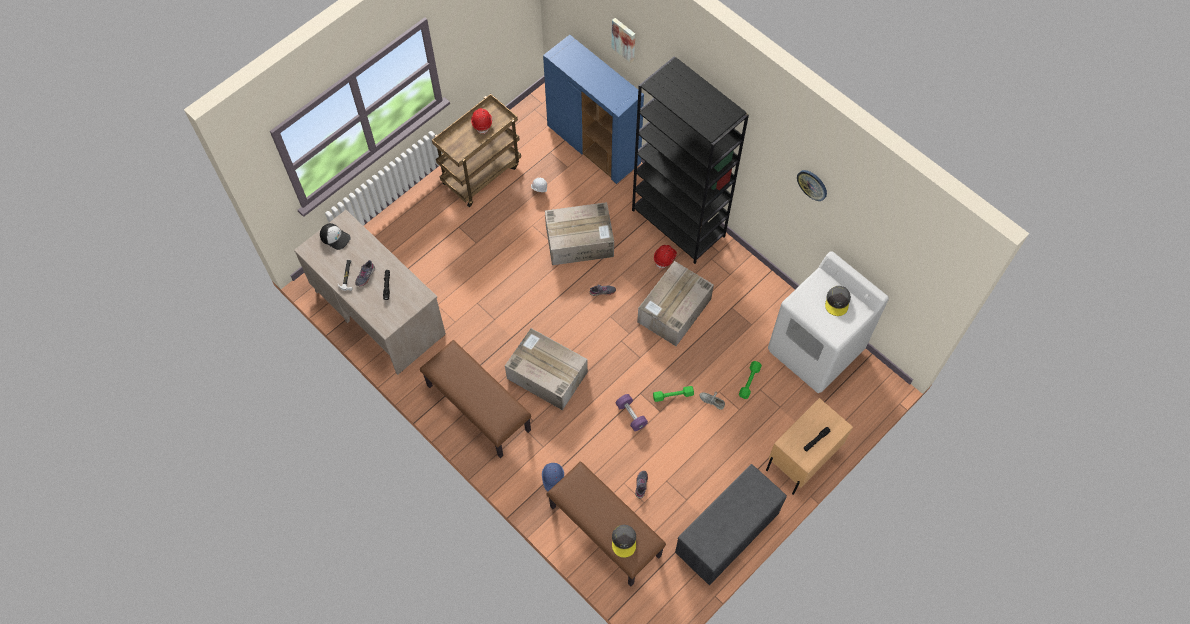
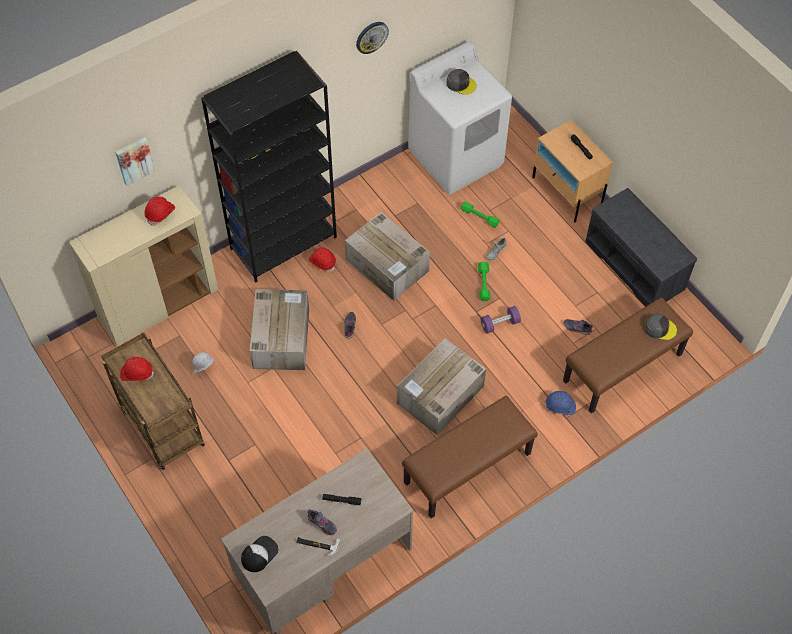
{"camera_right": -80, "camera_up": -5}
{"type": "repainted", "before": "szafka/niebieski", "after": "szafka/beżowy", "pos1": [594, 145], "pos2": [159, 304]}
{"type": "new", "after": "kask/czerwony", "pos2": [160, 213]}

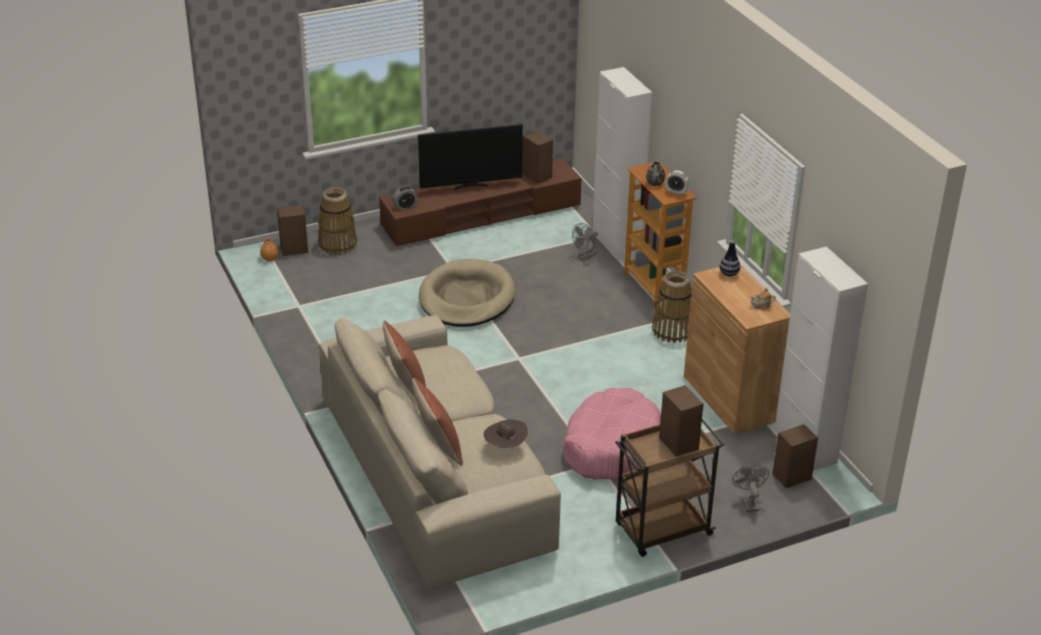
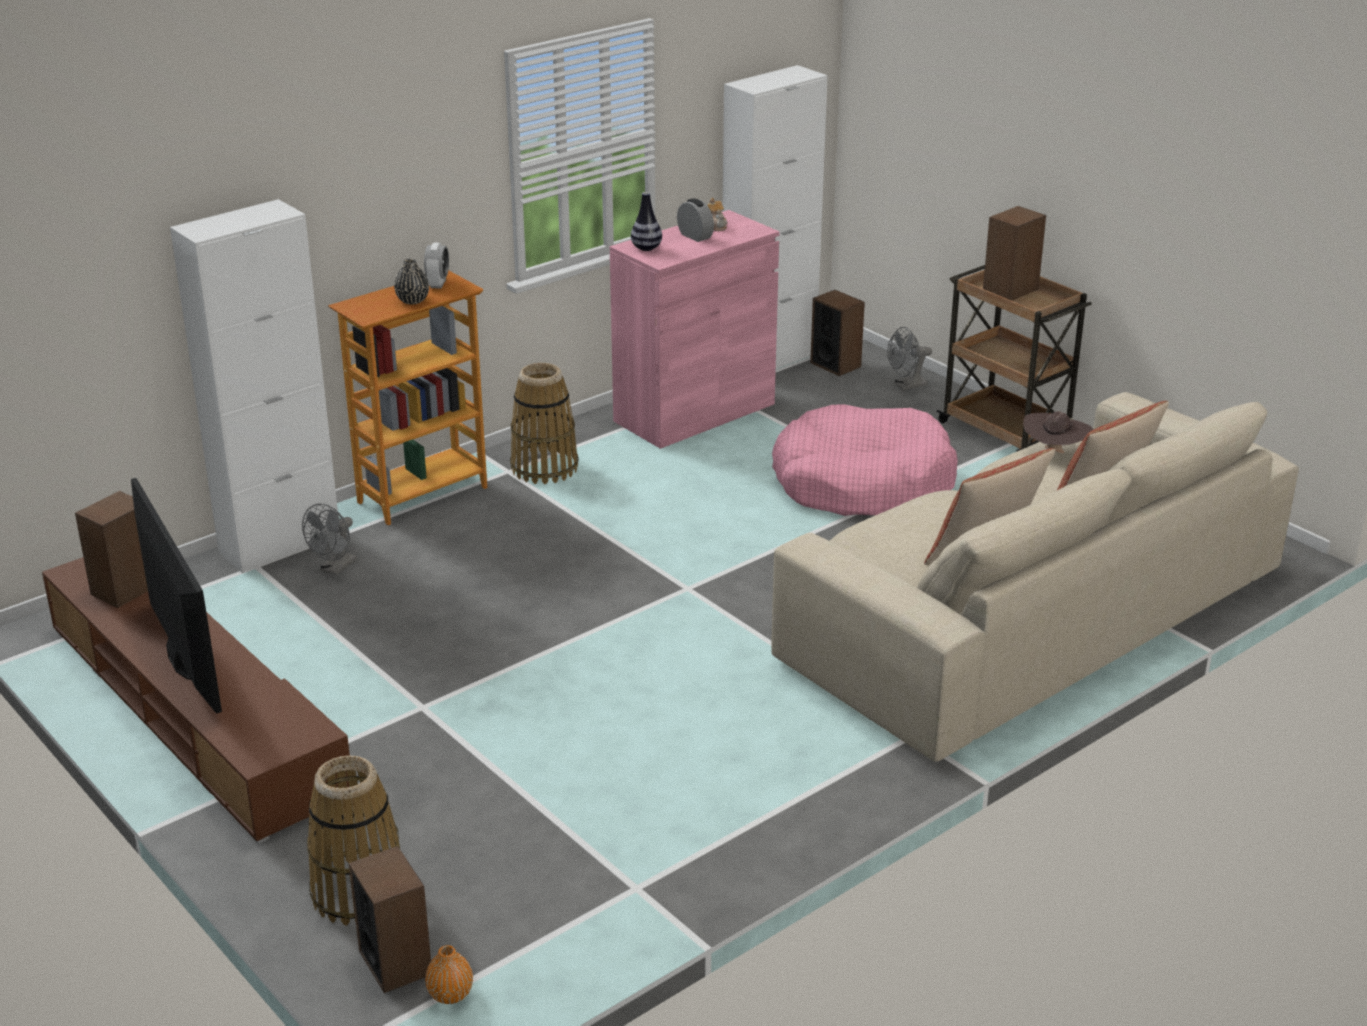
{"camera_right": -105, "camera_up": -5}
{"type": "shifted", "before": "budzik", "pos1": [405, 206], "pos2": [695, 236]}
{"type": "gone", "before": "legowisko/beżowy", "pos1": [466, 298]}
{"type": "rotated", "before": "wentylator/szary", "pos1": [585, 256], "pos2": [335, 568], "turn": 90}
{"type": "repainted", "before": "szafka/brązowy", "after": "szafka/różowy", "pos1": [730, 398], "pos2": [694, 412]}

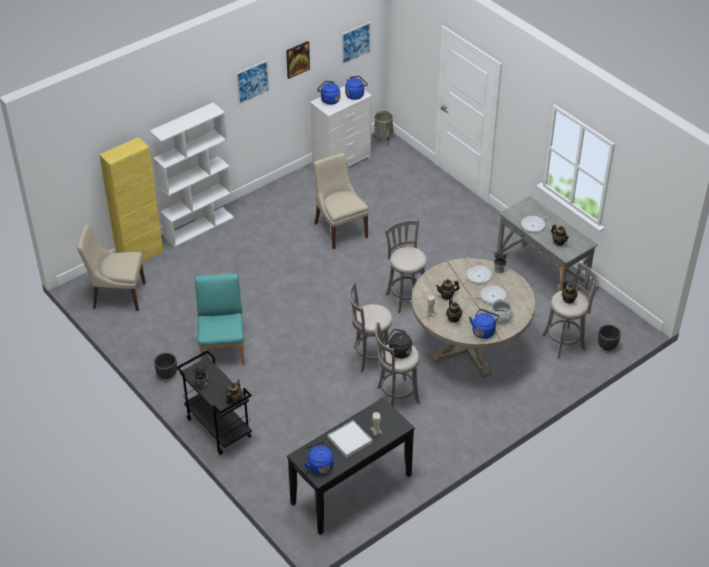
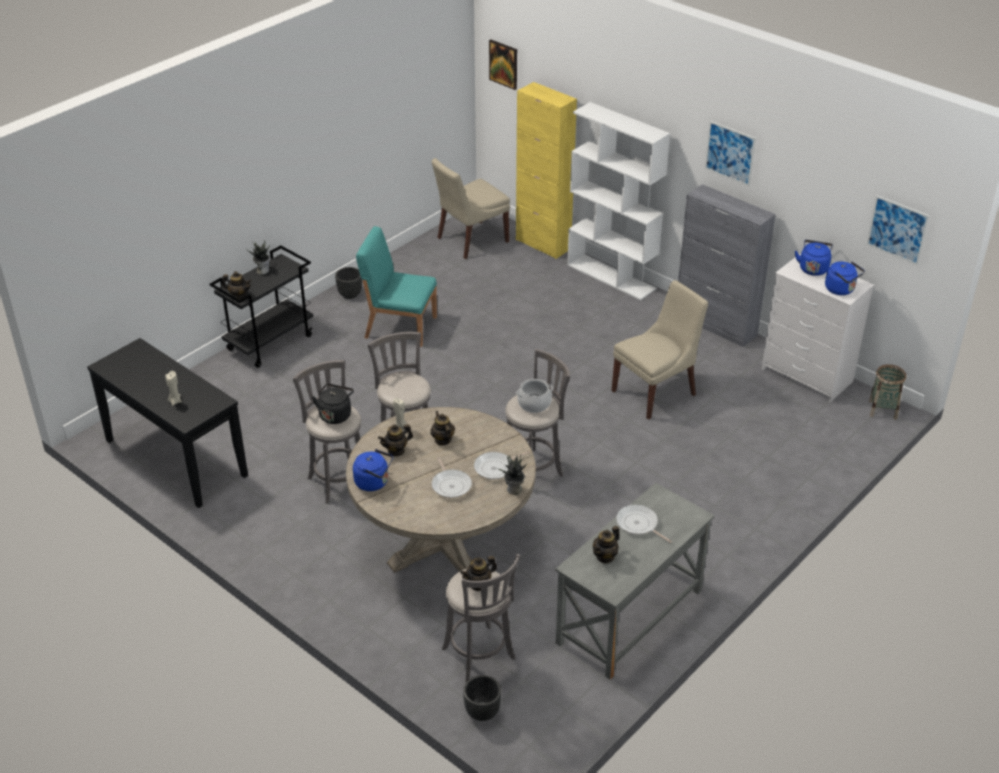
{"camera_right": 80, "camera_up": -5}
{"type": "rotated", "before": "krzesło/beżowy", "pos1": [117, 295], "pos2": [470, 241], "turn": -120}
{"type": "rotated", "before": "krzesło/turkusowy", "pos1": [223, 348], "pos2": [400, 327], "turn": -150}
{"type": "shifted", "before": "obraz", "pos1": [297, 59], "pos2": [503, 64]}
{"type": "gone", "before": "czajnik/niebieski", "pos1": [319, 465]}
{"type": "gone", "before": "taca/biały", "pos1": [349, 440]}
{"type": "shifted", "before": "garnek", "pos1": [500, 317], "pos2": [534, 404]}
{"type": "new", "after": "szafka/szary", "pos2": [716, 325]}

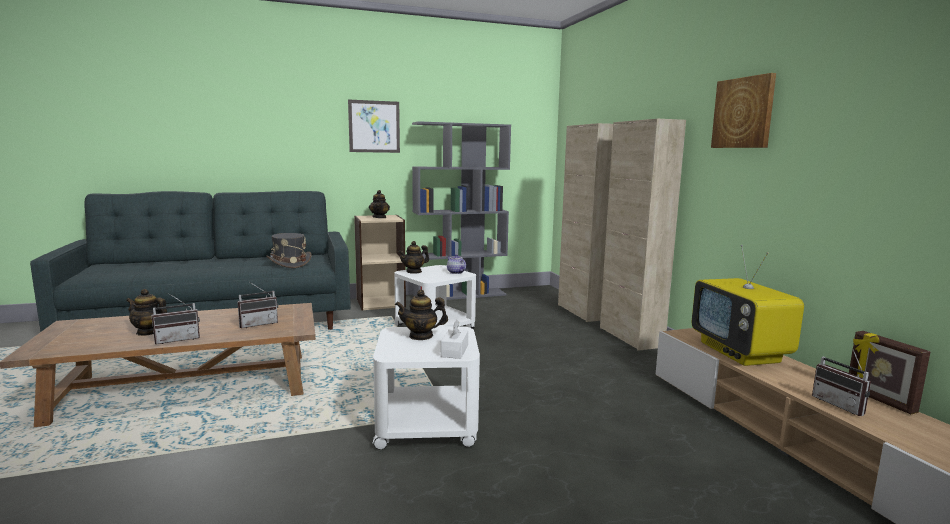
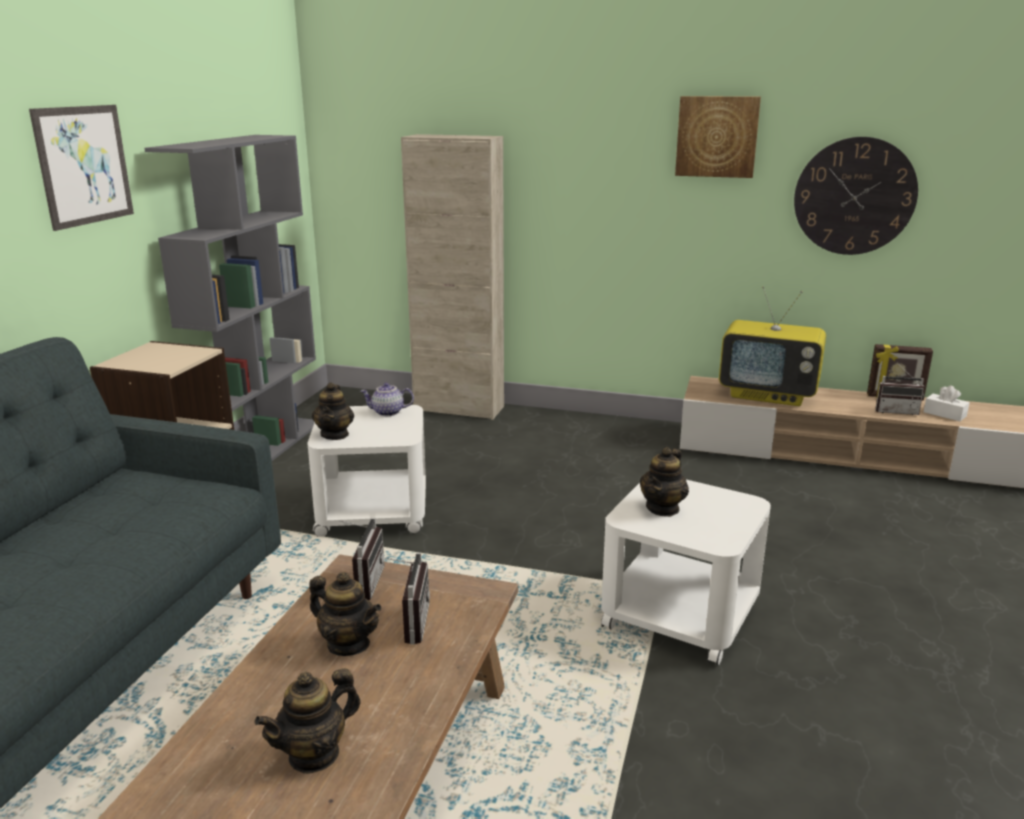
{"camera_right": -55, "camera_up": 10}
{"type": "shifted", "before": "radio", "pos1": [178, 339], "pos2": [362, 583]}
{"type": "gone", "before": "kapelusz/szary", "pos1": [289, 263]}
{"type": "shifted", "before": "imbryk", "pos1": [379, 217], "pos2": [348, 644]}
{"type": "shifted", "before": "pudełko chusteczek/biały", "pos1": [454, 351], "pos2": [944, 414]}
{"type": "gone", "before": "szafka/beżowy", "pos1": [630, 337]}
{"type": "new", "after": "zegar ścienny", "pos2": [854, 196]}

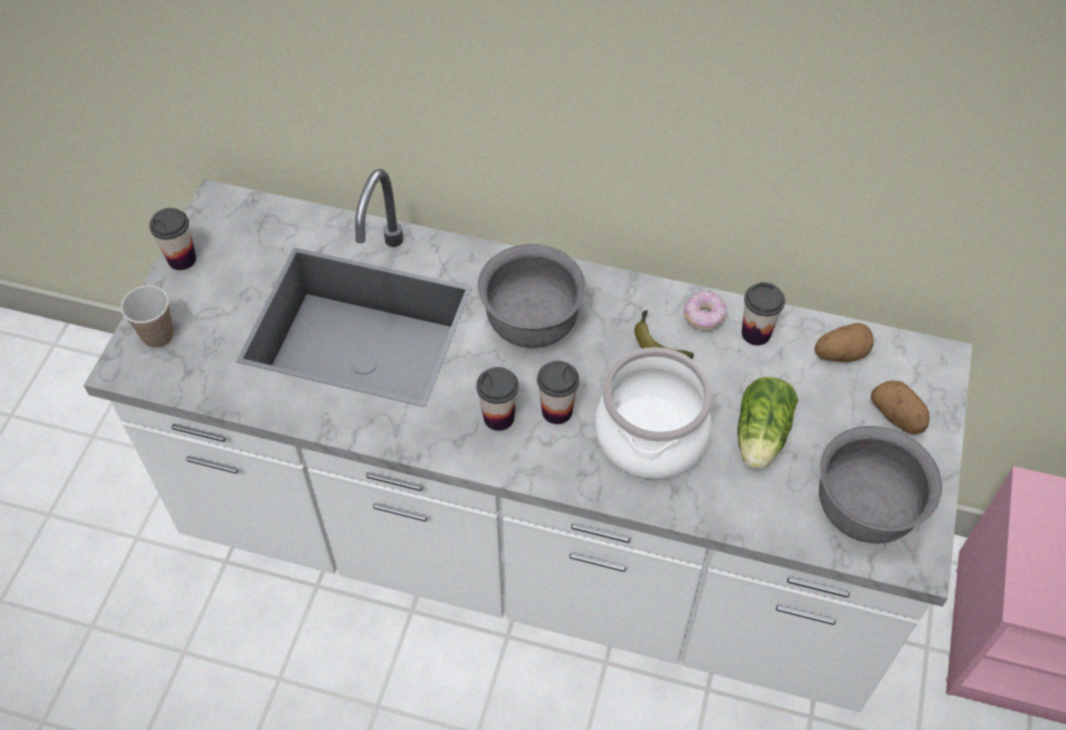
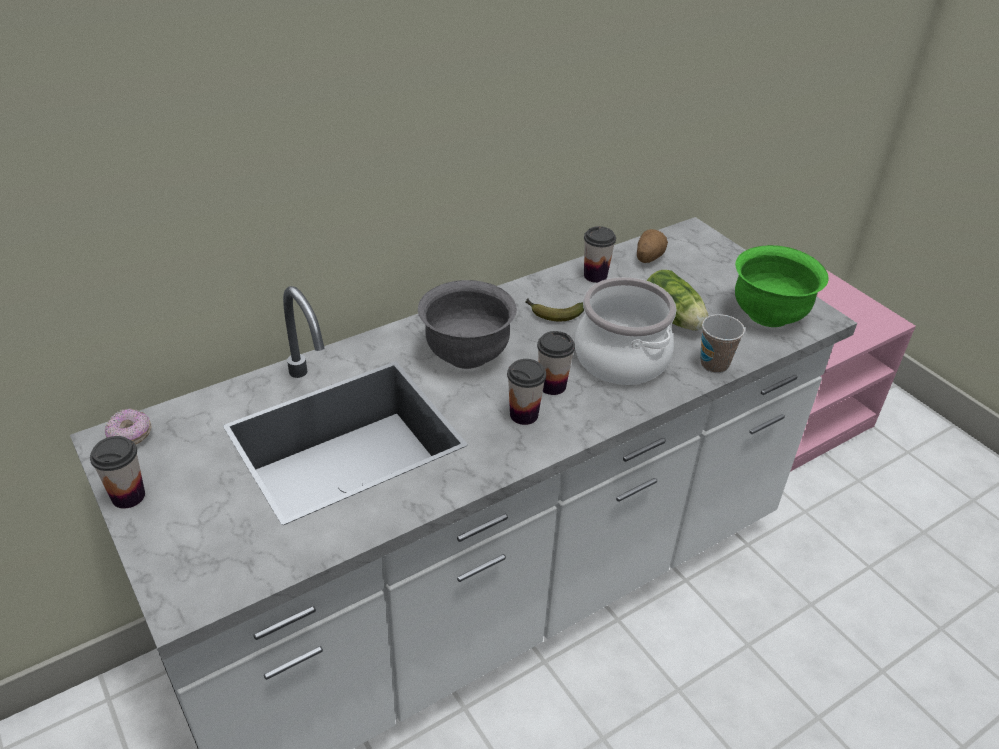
{"camera_right": -50, "camera_up": -15}
{"type": "shifted", "before": "filiżanka", "pos1": [158, 335], "pos2": [714, 364]}
{"type": "shifted", "before": "donut", "pos1": [704, 317], "pos2": [130, 436]}
{"type": "repainted", "before": "miska/szary", "after": "miska/zielony", "pos1": [863, 511], "pos2": [769, 315]}
{"type": "gone", "before": "ziemniak", "pos1": [897, 417]}

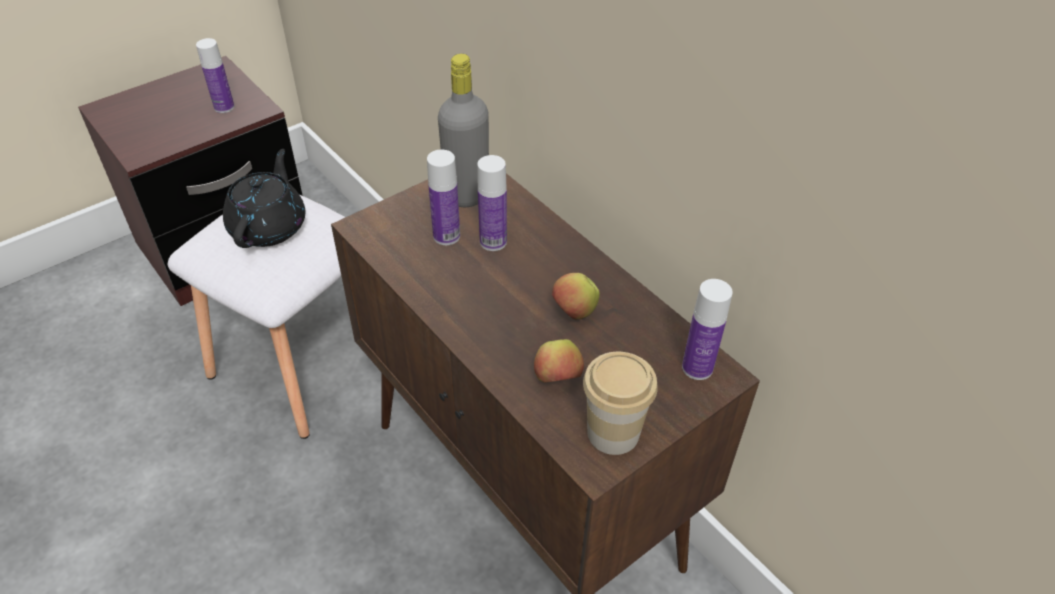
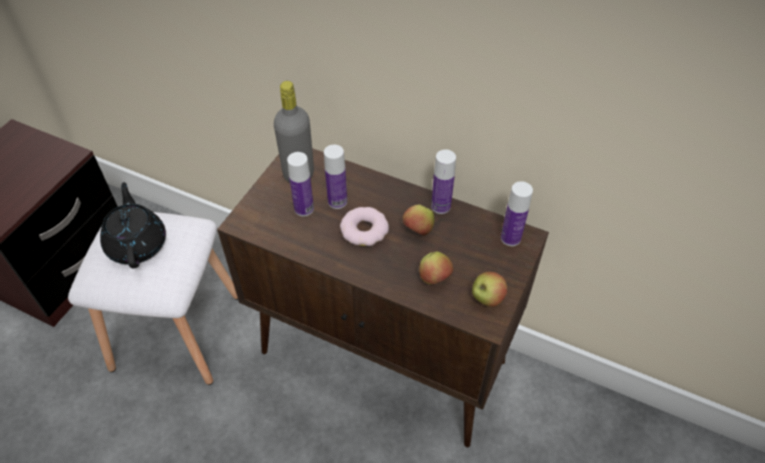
{"camera_right": -25, "camera_up": 5}
{"type": "shifted", "before": "butelka", "pos1": [224, 107], "pos2": [440, 206]}
{"type": "swapped", "before": "filiżanka", "after": "jabłko", "pos1": [613, 432], "pos2": [487, 298]}
{"type": "new", "after": "donut", "pos2": [364, 230]}

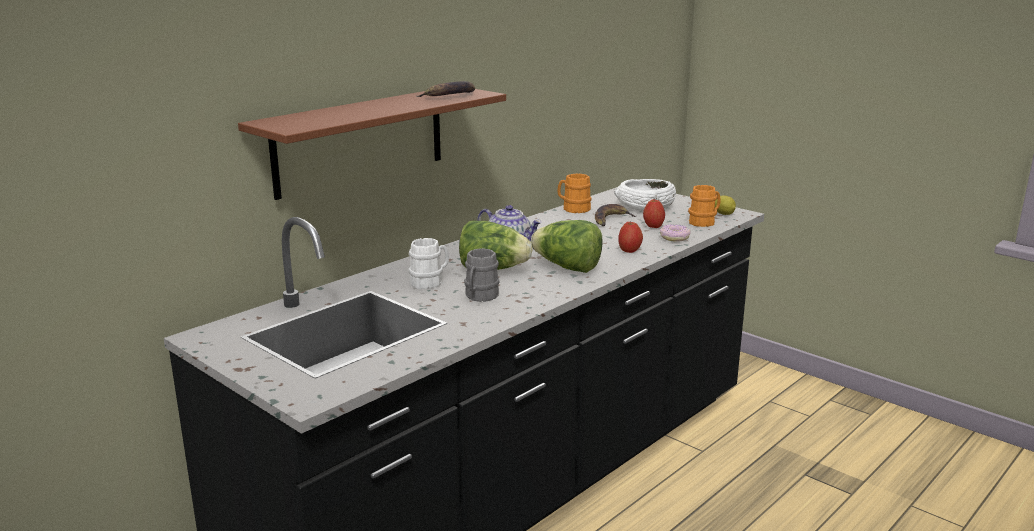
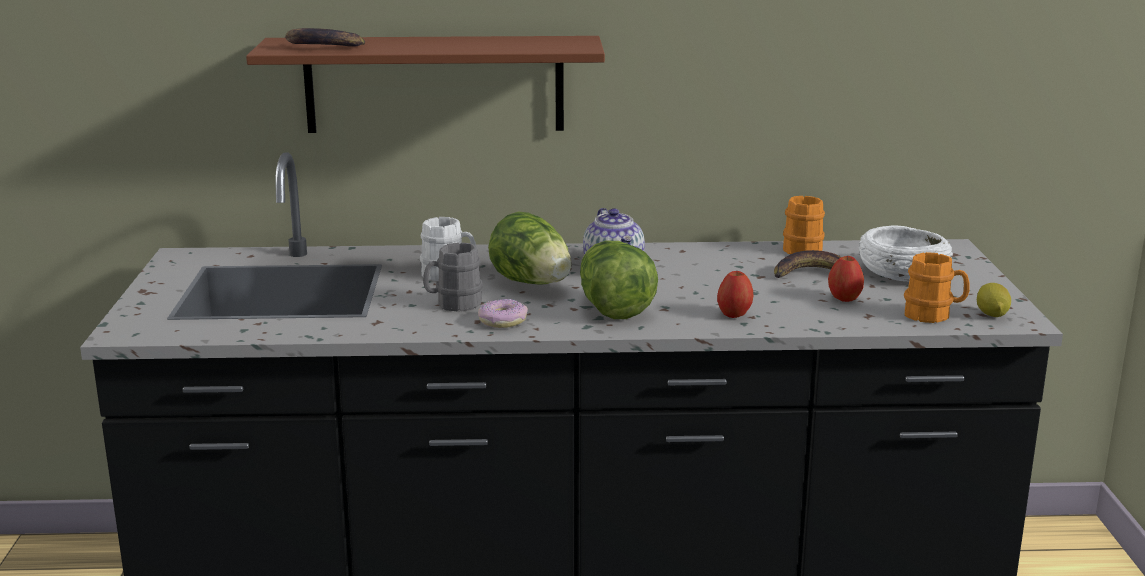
{"camera_right": 45, "camera_up": 0}
{"type": "shifted", "before": "banan", "pos1": [450, 96], "pos2": [321, 47]}
{"type": "shifted", "before": "donut", "pos1": [674, 237], "pos2": [502, 321]}

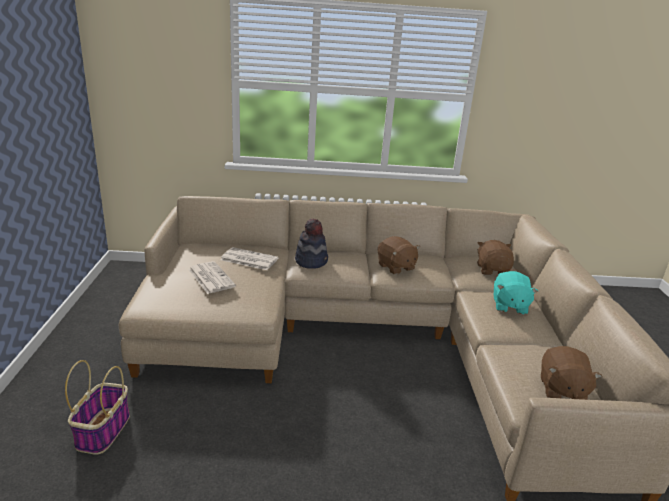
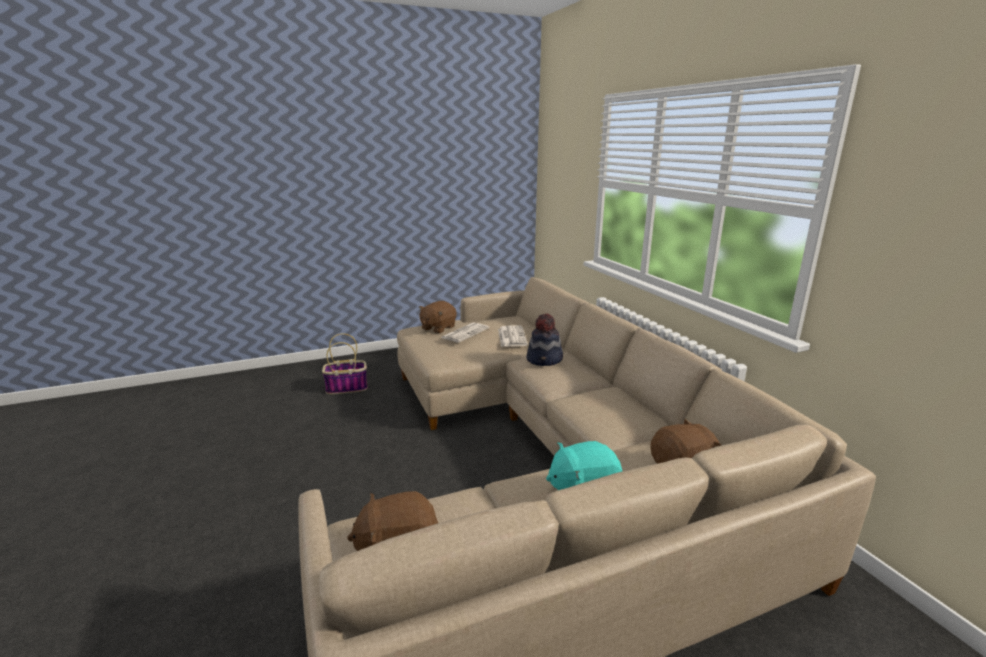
{"camera_right": 70, "camera_up": -5}
{"type": "shifted", "before": "pluszak/brązowy", "pos1": [396, 267], "pos2": [437, 328]}

